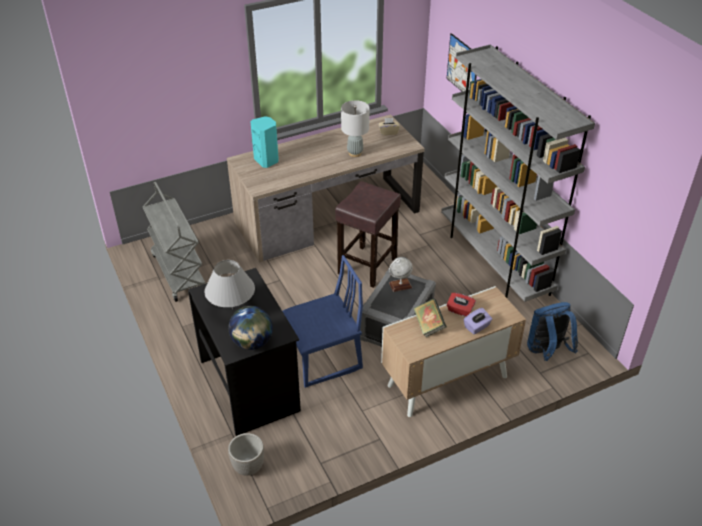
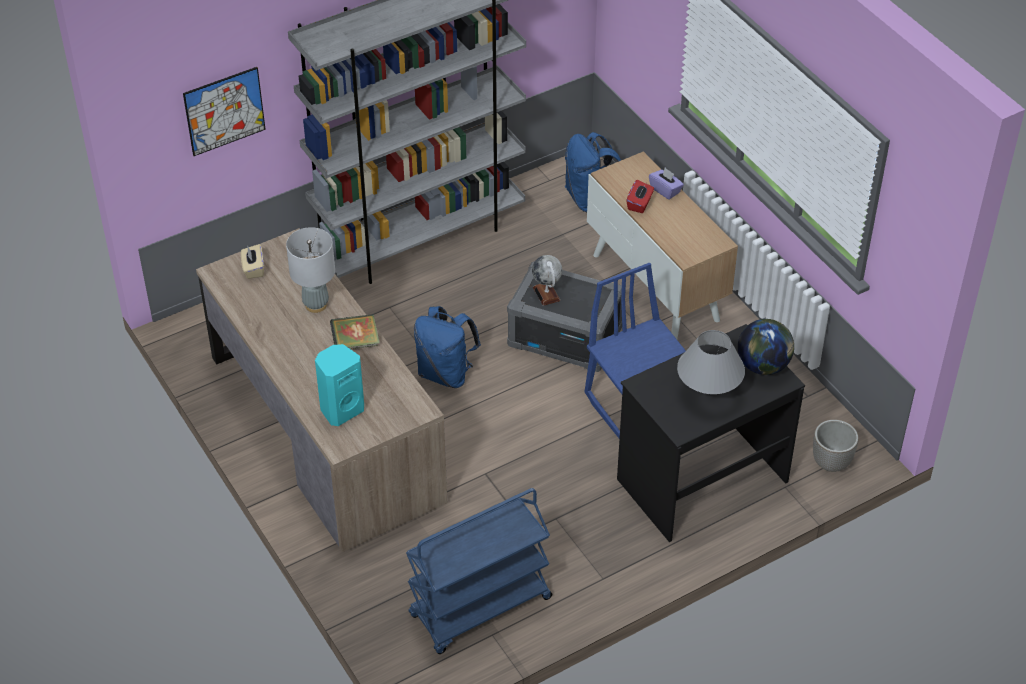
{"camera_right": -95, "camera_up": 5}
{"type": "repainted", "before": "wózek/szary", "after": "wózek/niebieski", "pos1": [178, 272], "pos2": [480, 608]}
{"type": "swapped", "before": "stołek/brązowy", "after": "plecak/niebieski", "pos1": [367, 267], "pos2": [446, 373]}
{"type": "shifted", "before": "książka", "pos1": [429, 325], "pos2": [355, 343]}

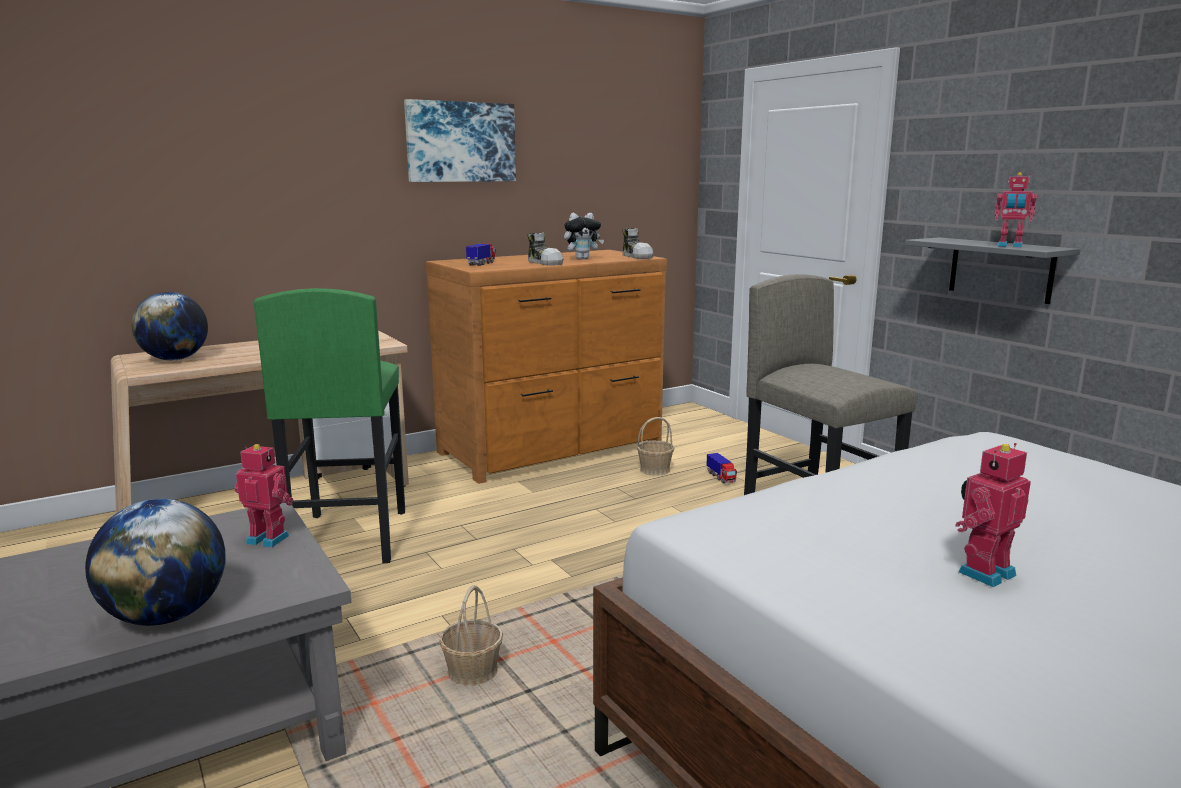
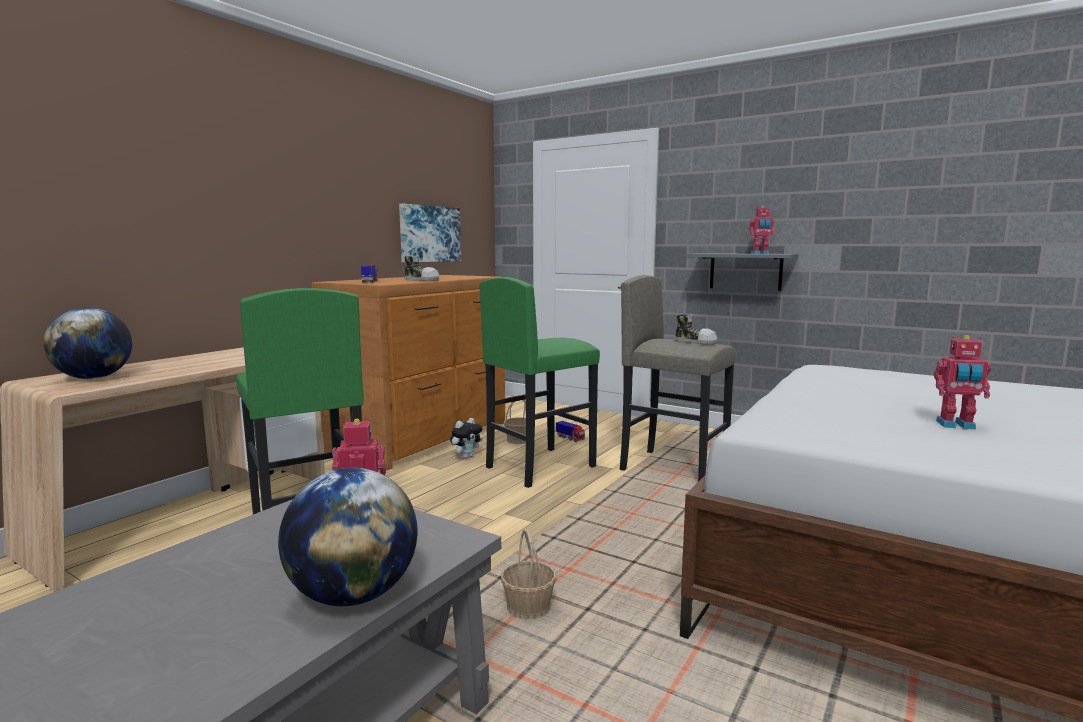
{"camera_right": -25, "camera_up": -5}
{"type": "shifted", "before": "obraz", "pos1": [460, 142], "pos2": [429, 234]}
{"type": "shifted", "before": "pluszak", "pos1": [582, 259], "pos2": [466, 457]}
{"type": "shifted", "before": "but", "pos1": [637, 256], "pos2": [695, 342]}
{"type": "rotated", "before": "robot zabawkowy", "pos1": [983, 572], "pos2": [956, 425], "turn": -105}
{"type": "new", "after": "stołek/zielony", "pos2": [539, 467]}

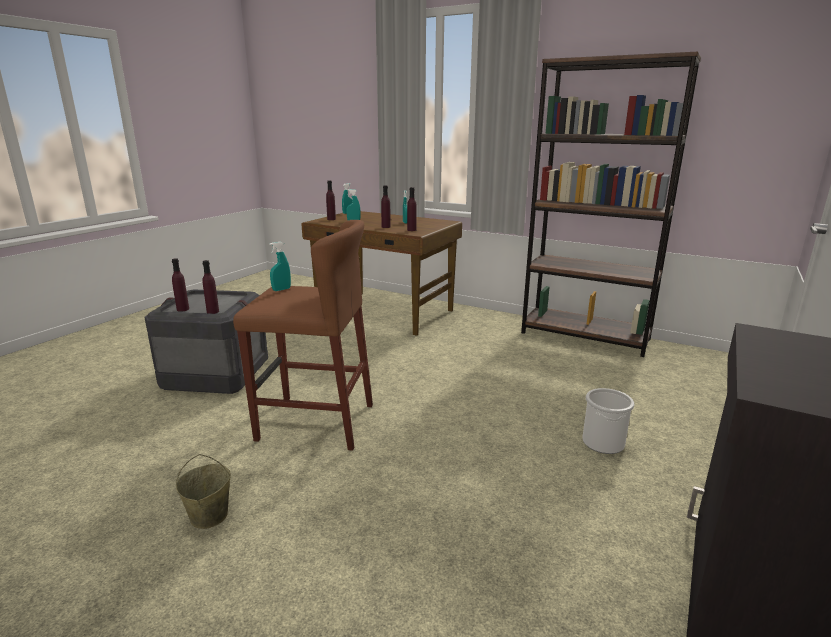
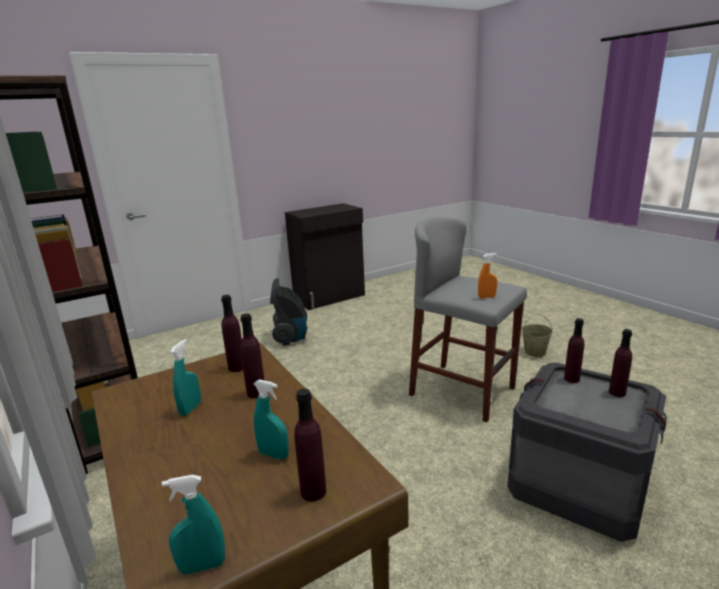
{"camera_right": -150, "camera_up": 0}
{"type": "repainted", "before": "stołek/brązowy", "after": "stołek/szary", "pos1": [316, 422], "pos2": [462, 391]}
{"type": "repainted", "before": "spryskiwacz/turkusowy", "after": "spryskiwacz/pomarańczowy", "pos1": [281, 289], "pos2": [486, 297]}
{"type": "swapped", "before": "wiadro", "after": "odkurzacz", "pos1": [603, 443], "pos2": [291, 337]}

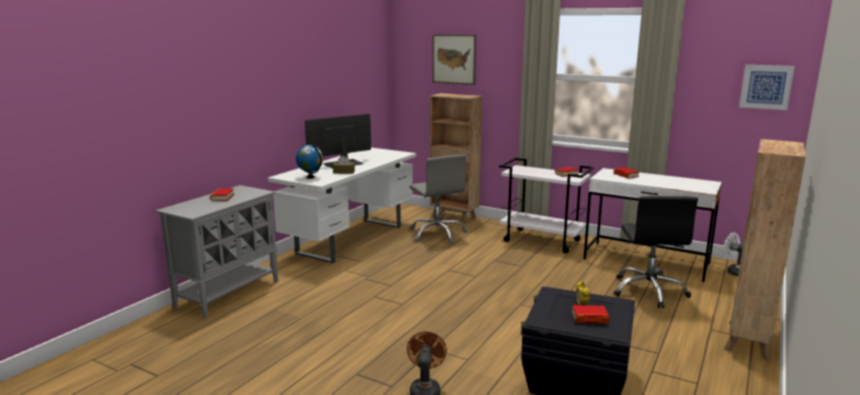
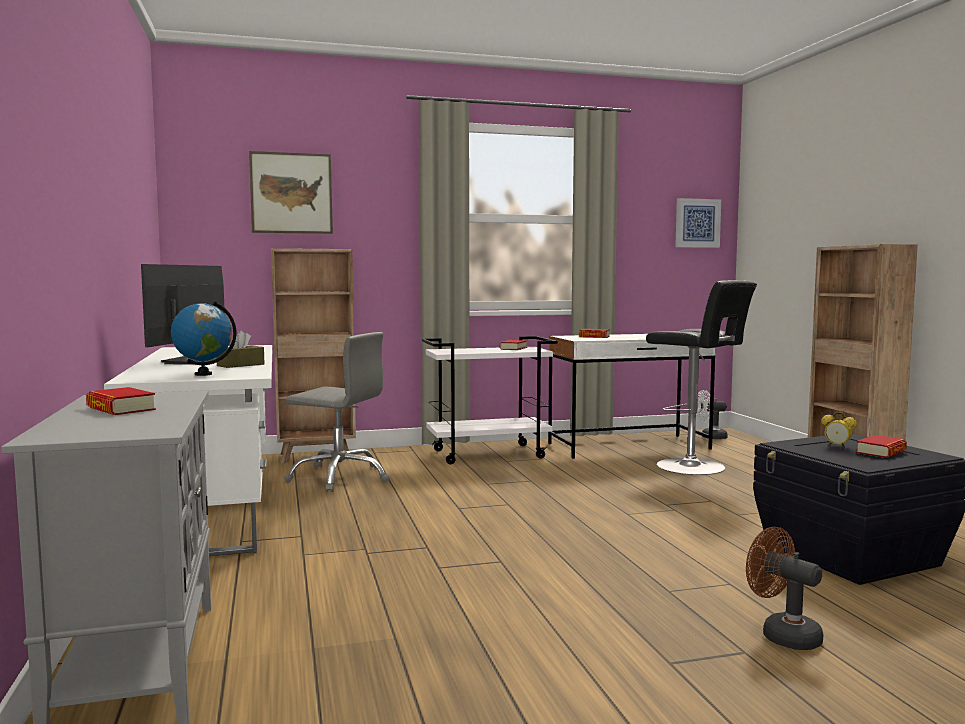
{"camera_right": -45, "camera_up": -10}
{"type": "swapped", "before": "krzesło biurowe/czarny", "after": "stołek/czarny", "pos1": [649, 291], "pos2": [695, 467]}

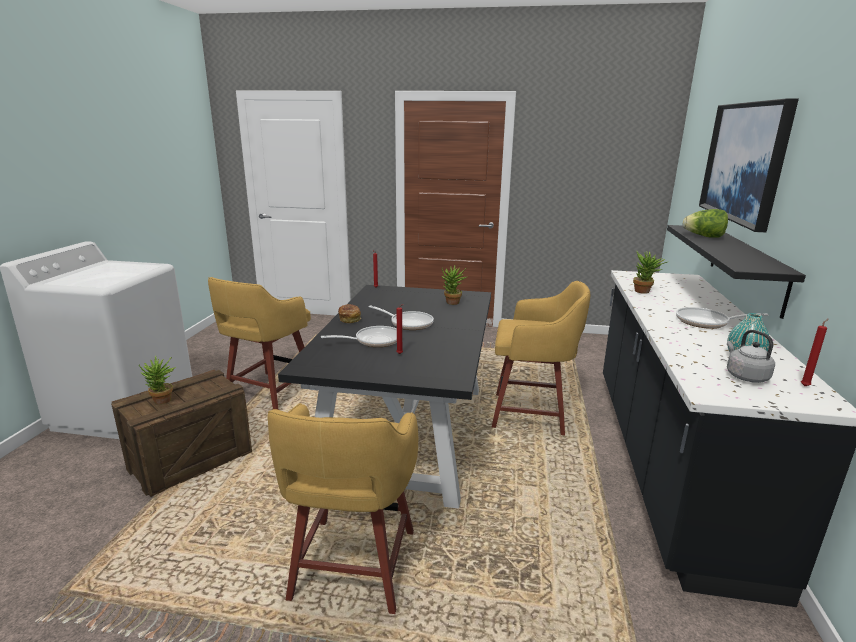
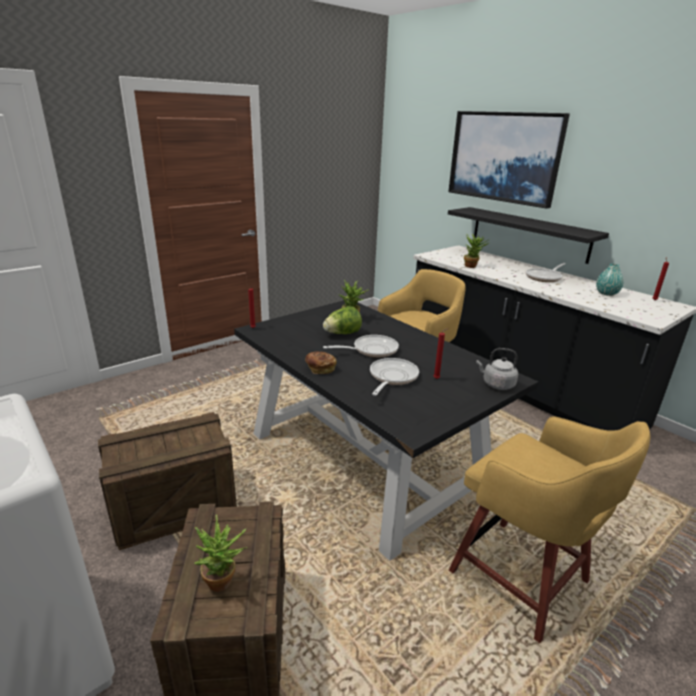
{"camera_right": -50, "camera_up": 5}
{"type": "swapped", "before": "stołek/żółty", "after": "skrzynka", "pos1": [269, 392], "pos2": [174, 507]}
{"type": "shifted", "before": "sałata", "pos1": [704, 236], "pos2": [342, 334]}
{"type": "shifted", "before": "czajnik/szary", "pos1": [745, 376], "pos2": [496, 384]}

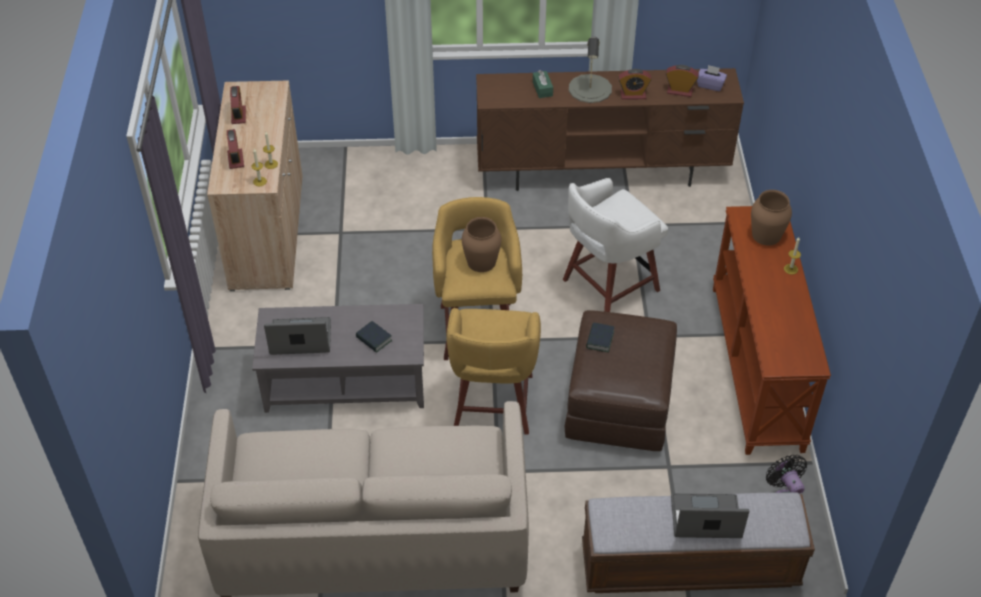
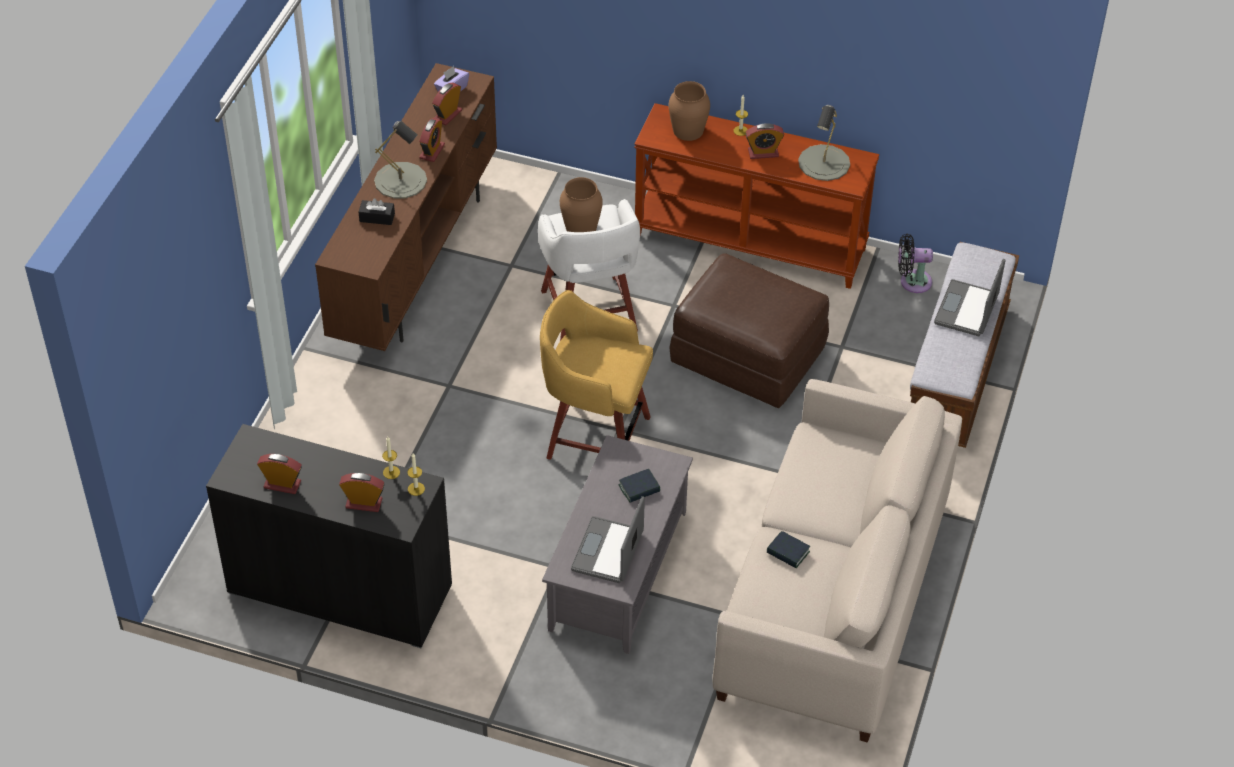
{"camera_right": -70, "camera_up": 0}
{"type": "repainted", "before": "szafka/beżowy", "after": "szafka/czarny", "pos1": [267, 232], "pos2": [340, 589]}
{"type": "gone", "before": "stołek/żółty", "pos1": [492, 405]}
{"type": "shifted", "before": "wazon/brązowy", "pos1": [482, 261], "pos2": [581, 226]}
{"type": "repainted", "before": "pudełko chusteczek/zielony", "after": "pudełko chusteczek/czarny", "pos1": [542, 89], "pos2": [377, 217]}
{"type": "shifted", "before": "książka", "pos1": [600, 339], "pos2": [788, 552]}
{"type": "new", "after": "budzik", "pos2": [763, 153]}
{"type": "new", "after": "lampa stołowa/szary", "pos2": [824, 163]}

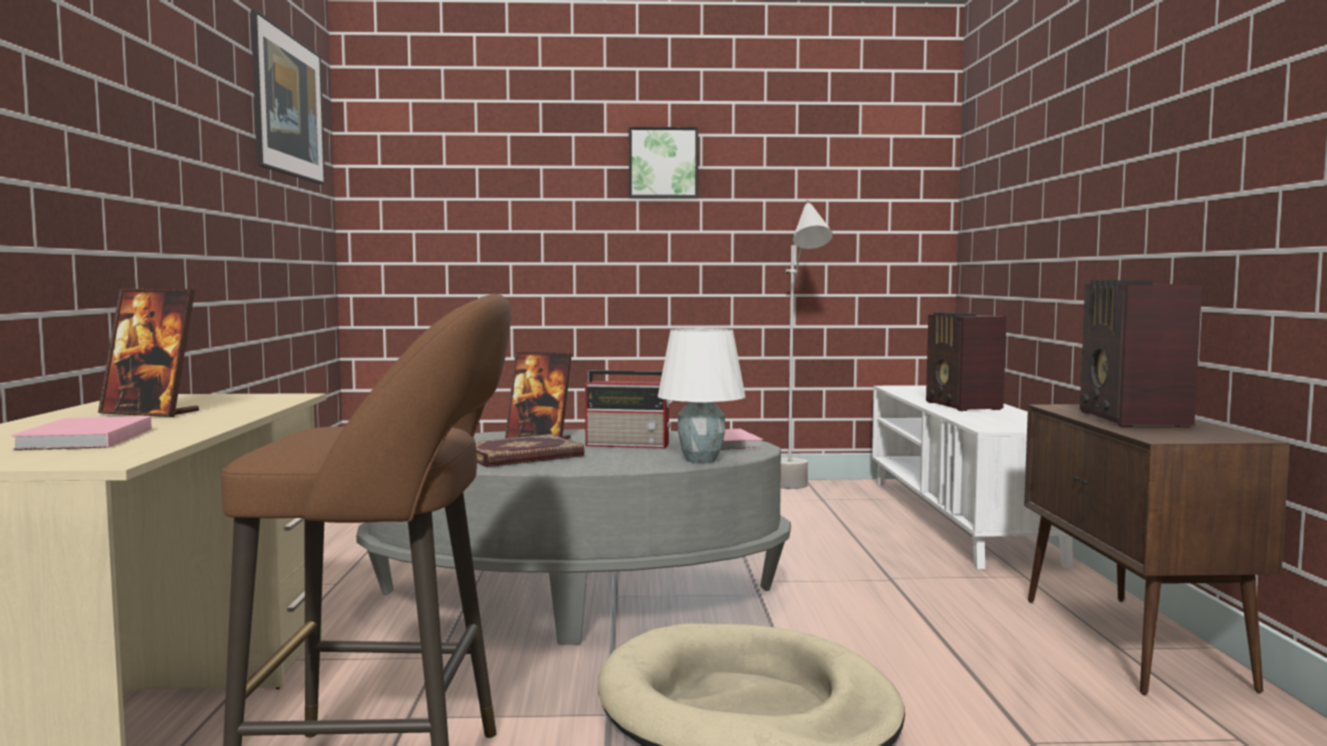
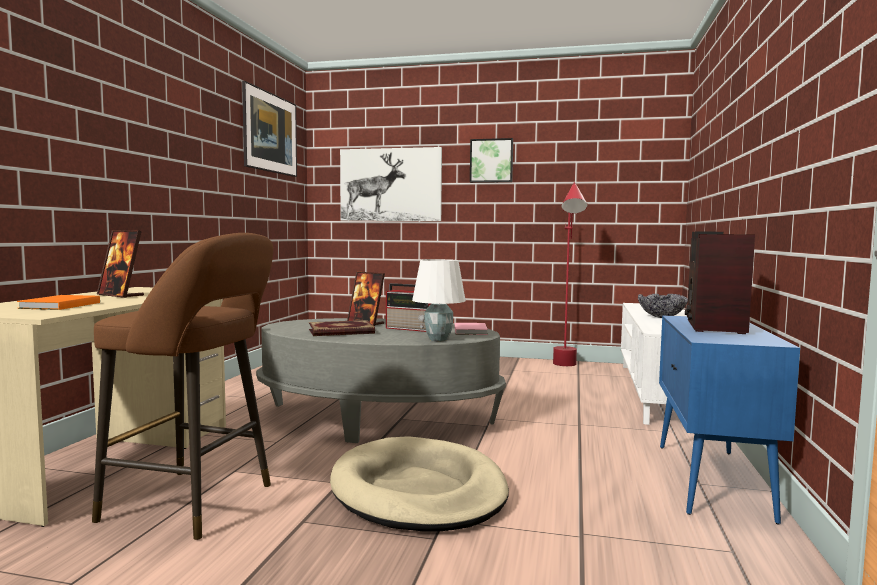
{"camera_right": 15, "camera_up": 0}
{"type": "repainted", "before": "książka/różowy", "after": "książka/pomarańczowy", "pos1": [82, 440], "pos2": [58, 305]}
{"type": "repainted", "before": "lampa stojąca/szary", "after": "lampa stojąca/czerwony", "pos1": [798, 491], "pos2": [566, 368]}
{"type": "swapped", "before": "radio", "after": "miska", "pos1": [962, 406], "pos2": [661, 317]}
{"type": "repainted", "before": "szafka/brązowy", "after": "szafka/niebieski", "pos1": [1132, 642], "pos2": [711, 481]}
{"type": "new", "after": "obraz", "pos2": [390, 185]}

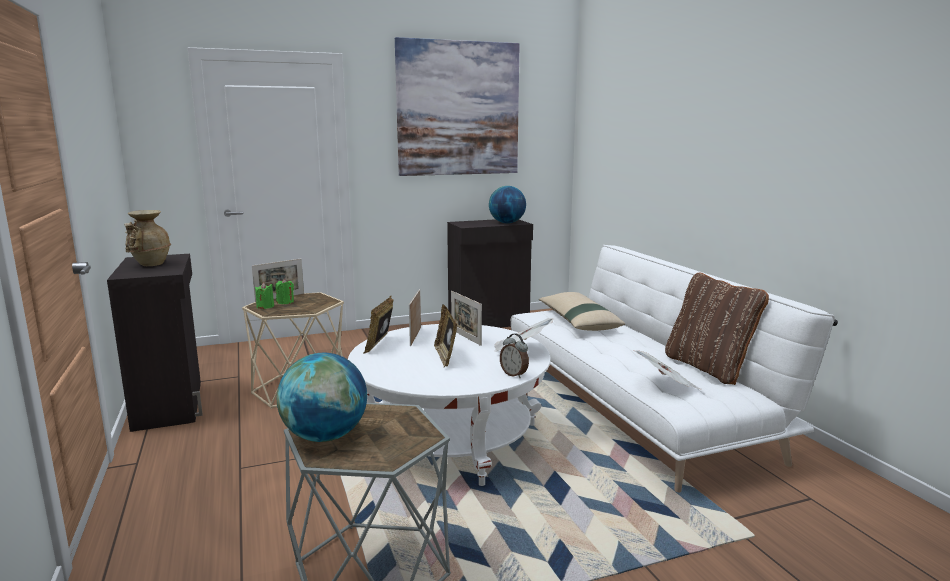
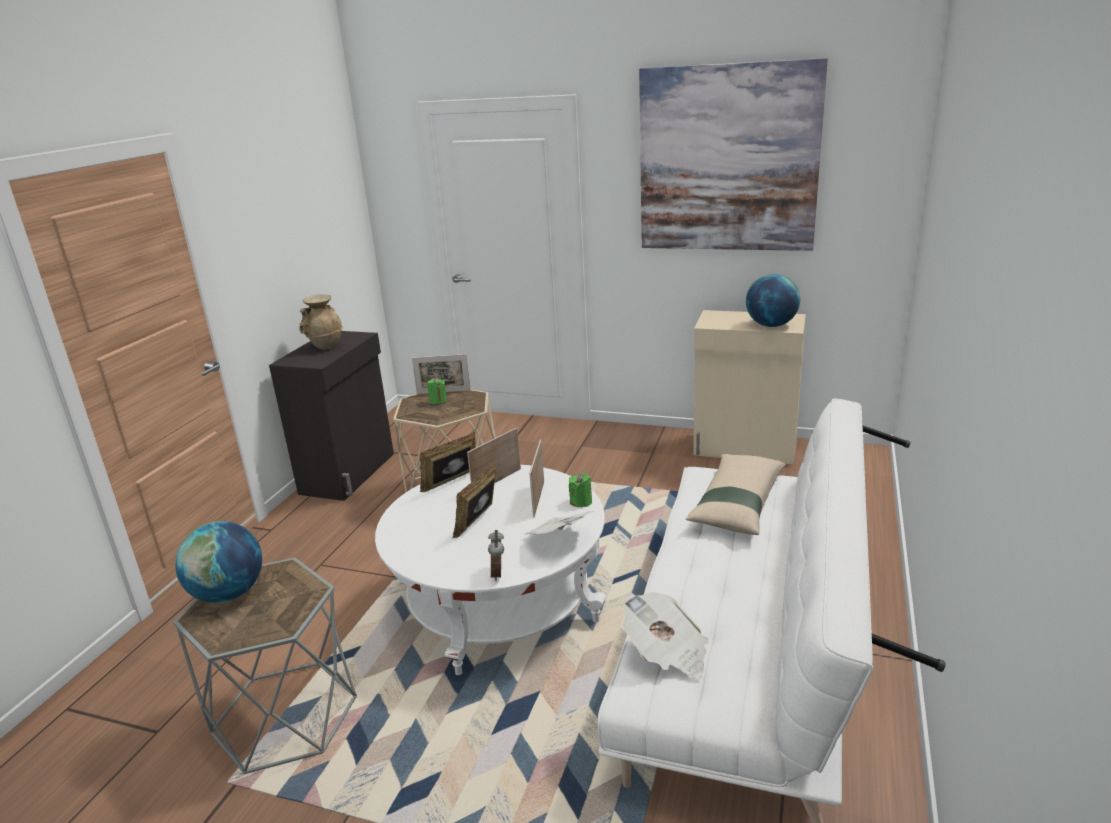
{"camera_right": 40, "camera_up": 10}
{"type": "shifted", "before": "świeca/zielony", "pos1": [265, 306], "pos2": [581, 502]}
{"type": "repainted", "before": "szafka/czarny", "after": "szafka/beżowy", "pos1": [489, 323], "pos2": [745, 448]}
{"type": "gone", "before": "poduszka/brązowy", "pos1": [708, 368]}

